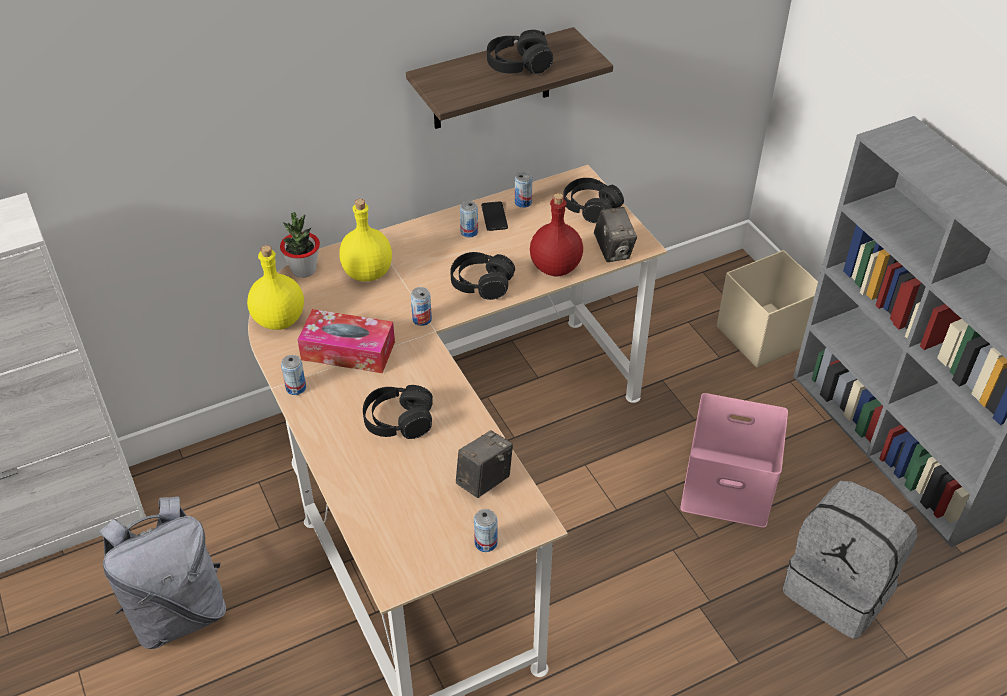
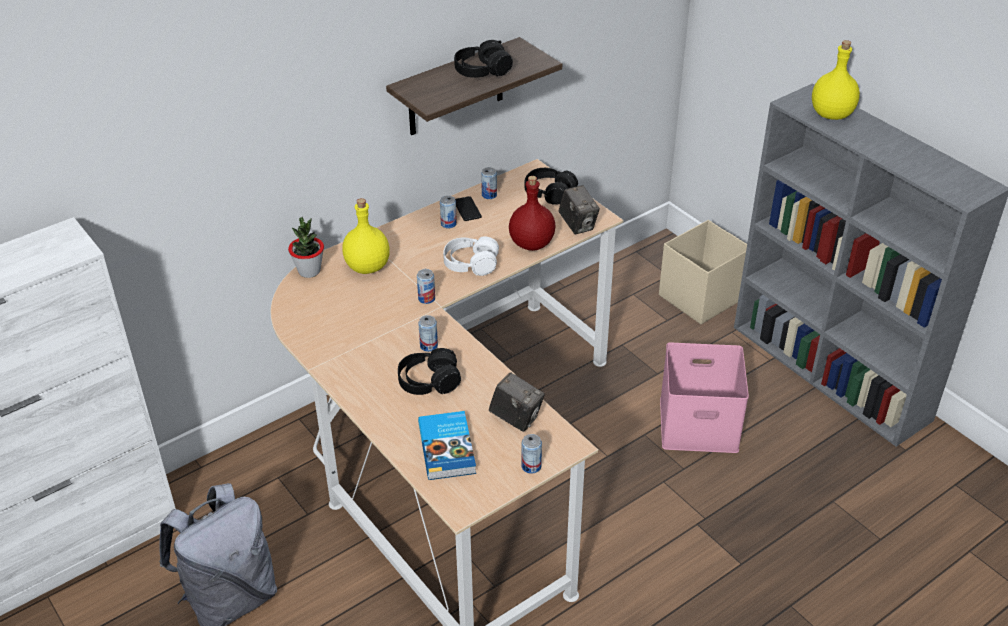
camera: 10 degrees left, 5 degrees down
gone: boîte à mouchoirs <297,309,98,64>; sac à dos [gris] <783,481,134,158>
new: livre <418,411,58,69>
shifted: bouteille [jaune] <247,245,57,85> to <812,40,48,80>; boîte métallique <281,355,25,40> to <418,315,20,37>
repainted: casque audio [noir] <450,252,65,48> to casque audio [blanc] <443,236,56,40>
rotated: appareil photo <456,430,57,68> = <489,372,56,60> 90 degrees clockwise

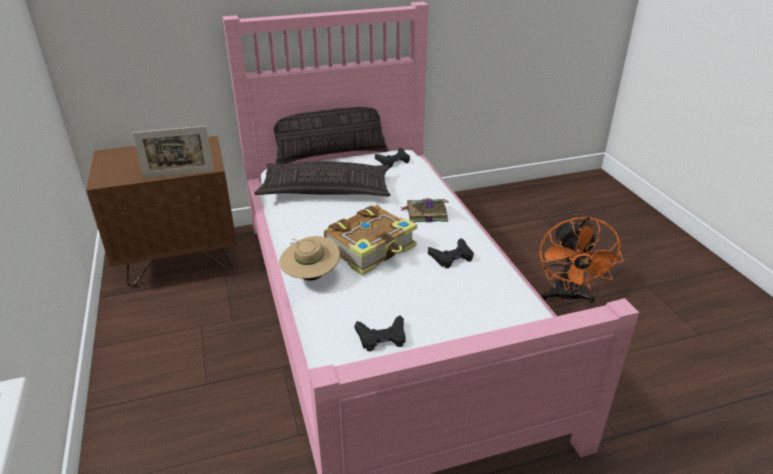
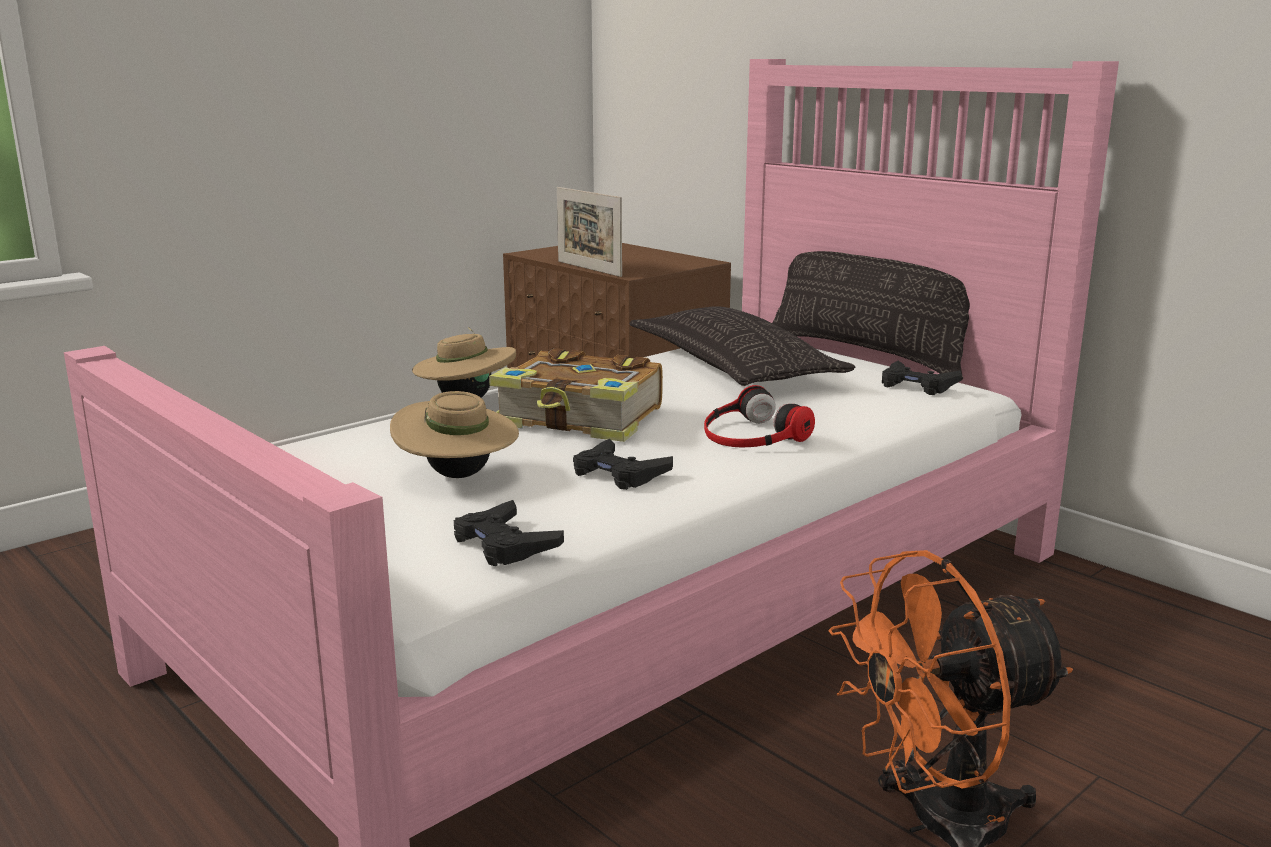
camera: 65 degrees right, 15 degrees down
new: chapeau [beige] <390,391,129,87>
shifted: manette [noir] <355,315,51,36> to <454,500,110,66>
swapped: livre <402,198,47,25> to casque audio <704,385,111,62>

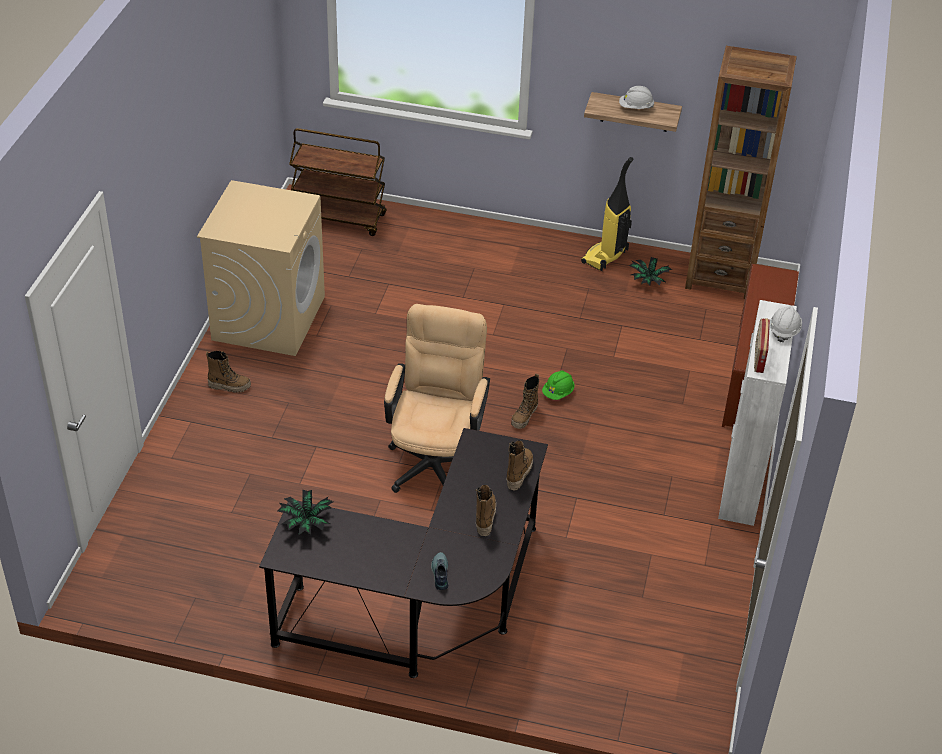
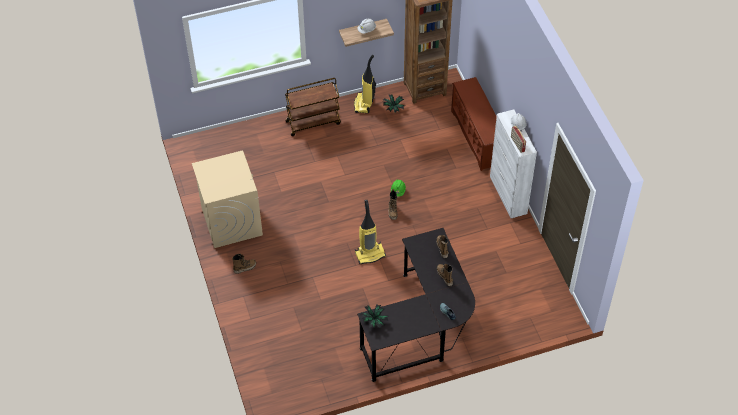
camera: 30 degrees left, 10 degrees up
shifted: chariot [marron] <289,128,98,108> to <285,78,56,58>
swapped: chaise de bureau [beige] <384,304,106,189> to aspirateur <355,200,31,64>

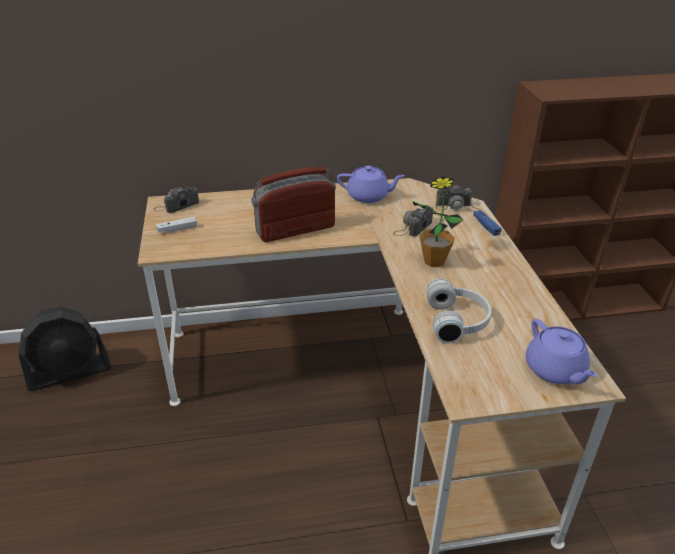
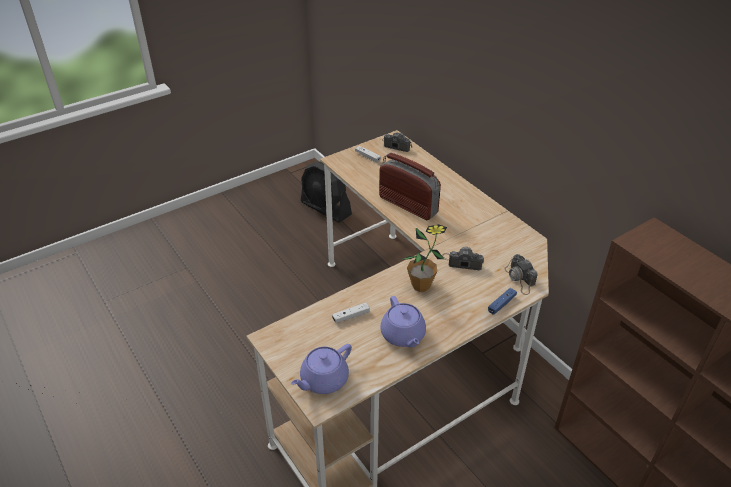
camera: 65 degrees right, 5 degrees up
shifted: théière [violet] <337,166,68,37> to <380,296,46,52>
swapped: casque audio [blanc] <427,279,64,64> to manette [blanc] <332,303,38,20>

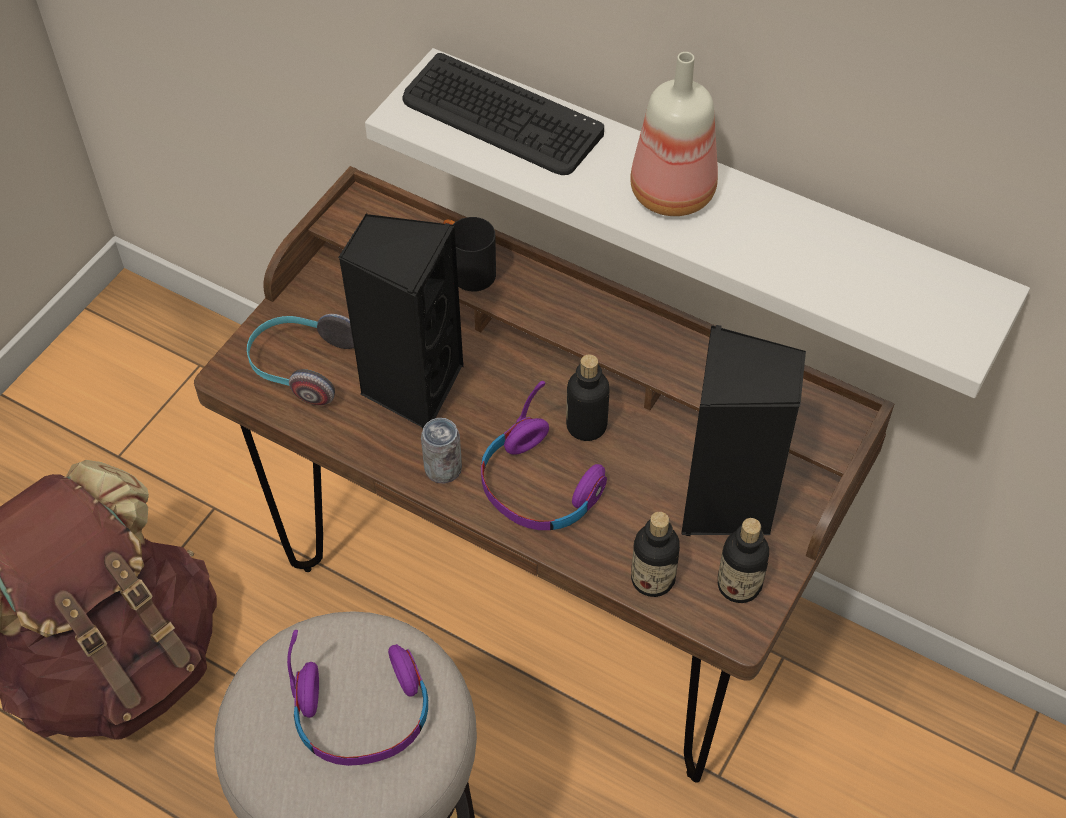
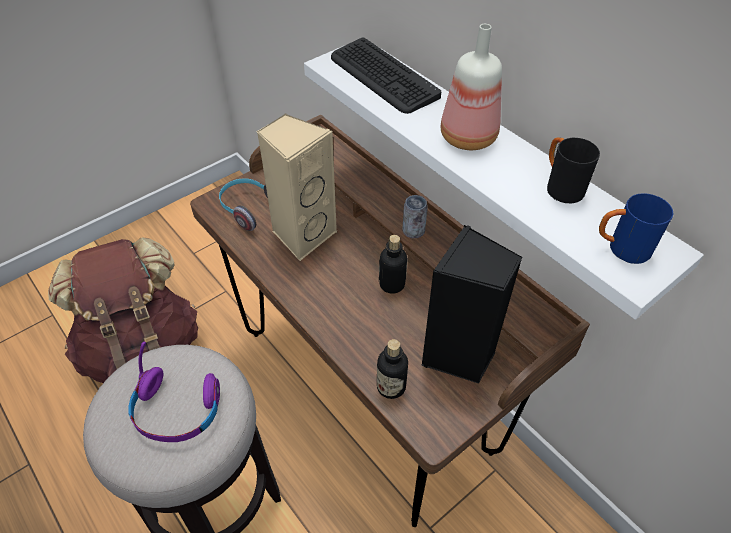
camera: 20 degrees right, 5 degrees down
gone: casque audio [violet] <481,381,126,149>; bouteille <718,518,51,85>
new: mug [bleu] <599,193,74,71>
shifted: mug [noir] <443,217,53,74> to <547,137,53,66>; boîte métallique <421,418,41,66> to <402,195,26,43>
repainted: enceinte [noir] <338,213,126,215> to enceinte [beige] <256,113,81,148>

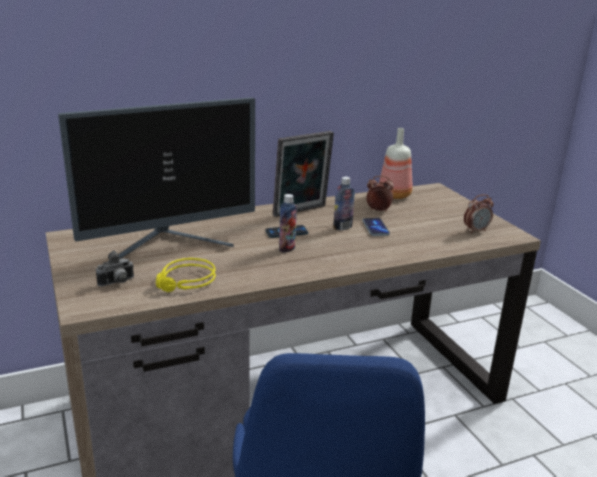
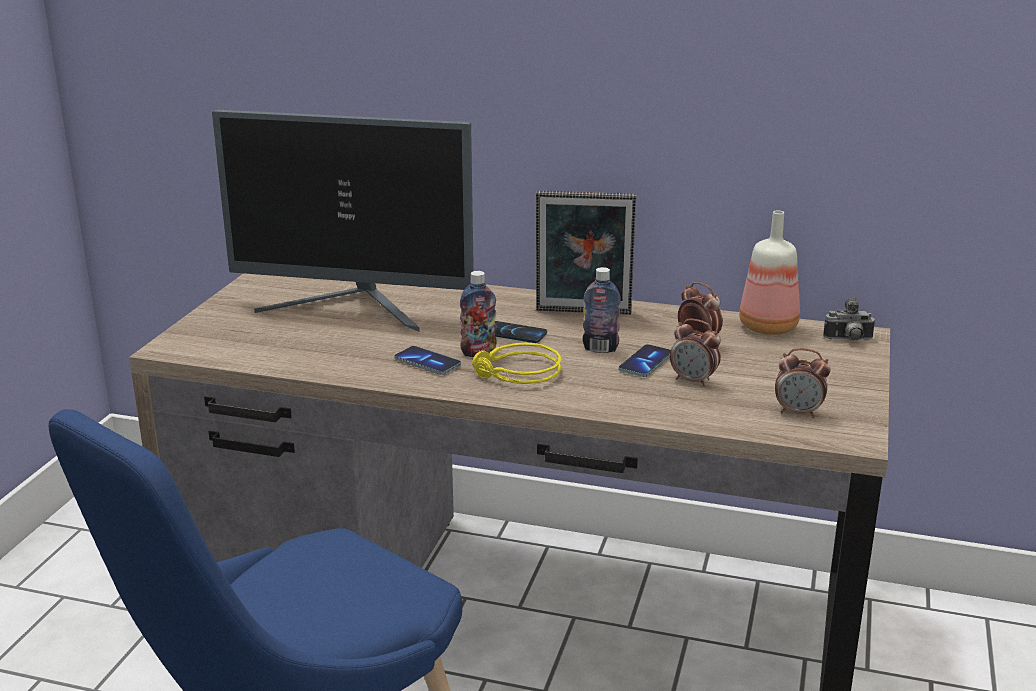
camera: 40 degrees right, 0 degrees up
new: réveil <670,319,51,68>; téléphone <394,346,67,29>
shifted: appareil photo <96,251,38,35> to <823,297,53,44>; casque audio [jaune] <156,258,60,34> to <472,342,89,42>

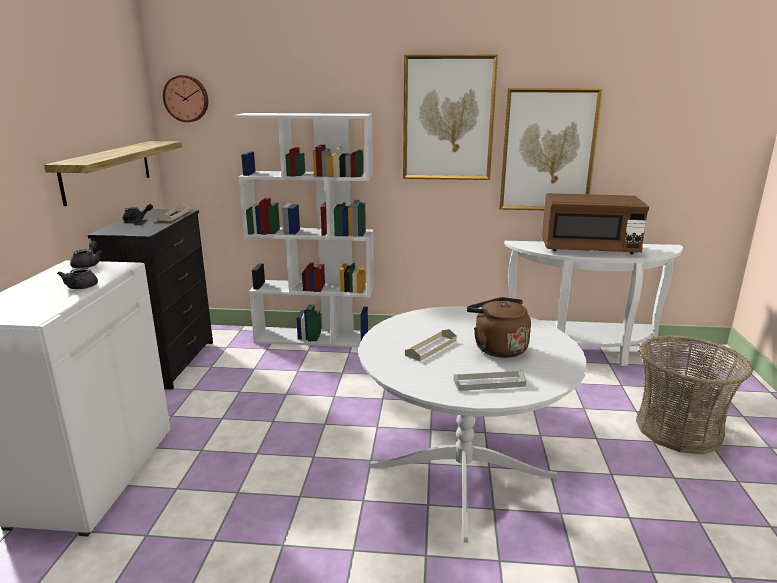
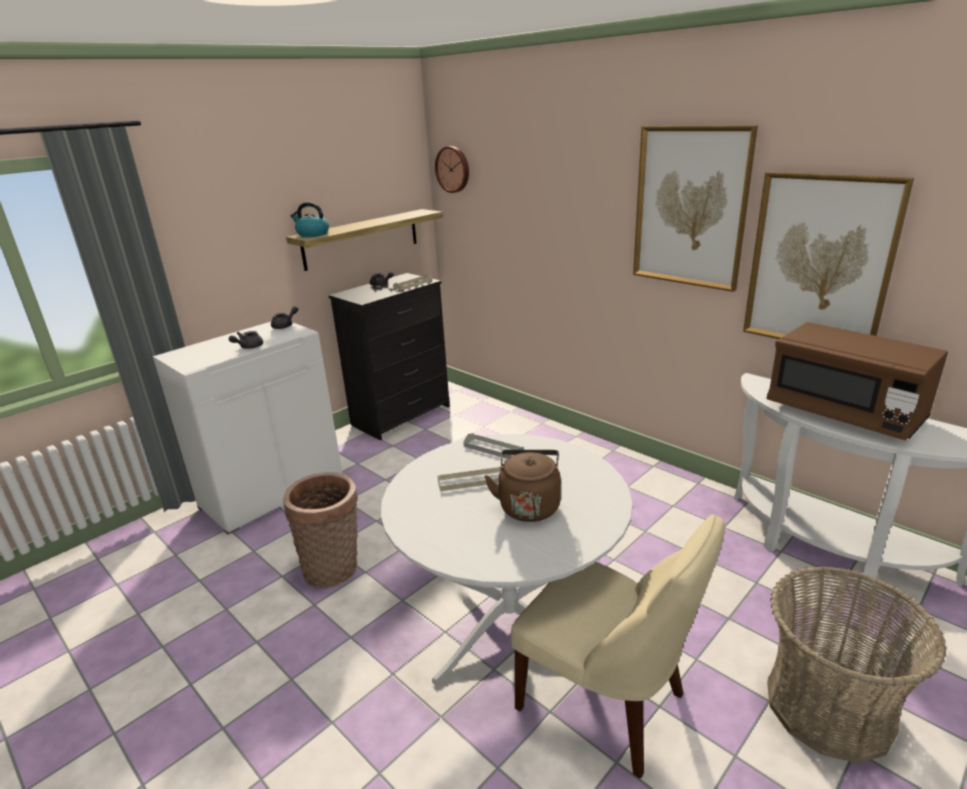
camera: 40 degrees right, 5 degrees up
gone: bibliothèque [blanc] <233,113,141,234>
new: bouilloire <291,202,38,35>; panier <283,472,75,116>; chaise [beige] <511,514,214,265>
shifted: plateau [gris] <454,370,72,21> to <463,433,61,26>

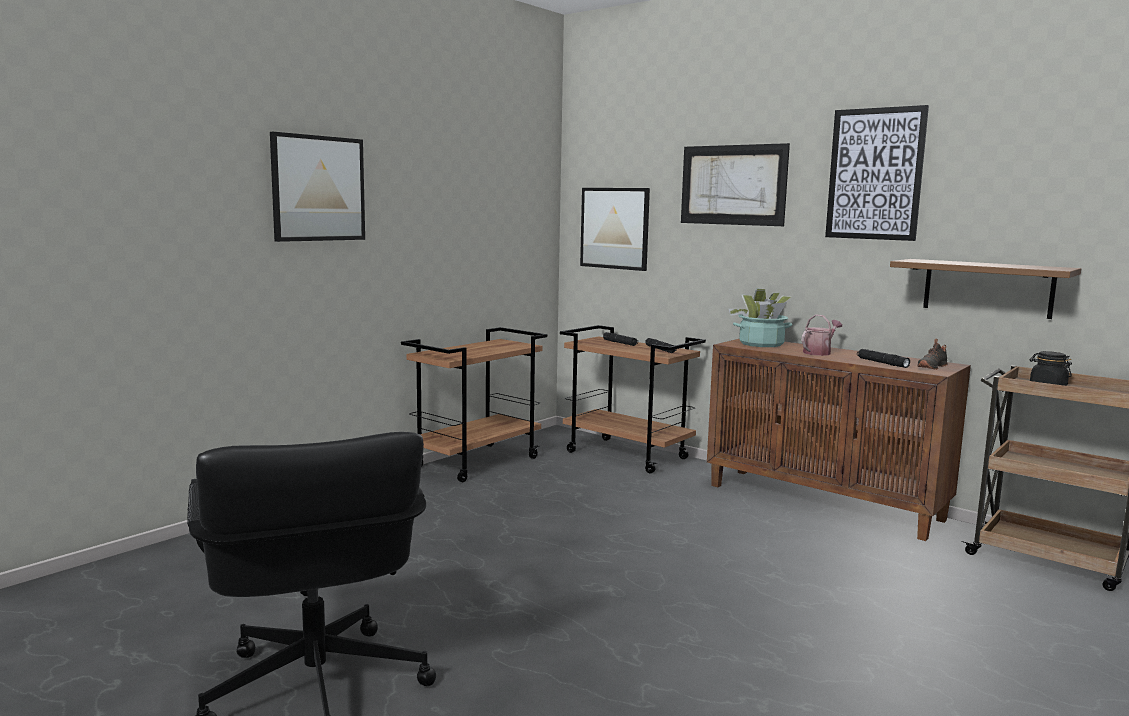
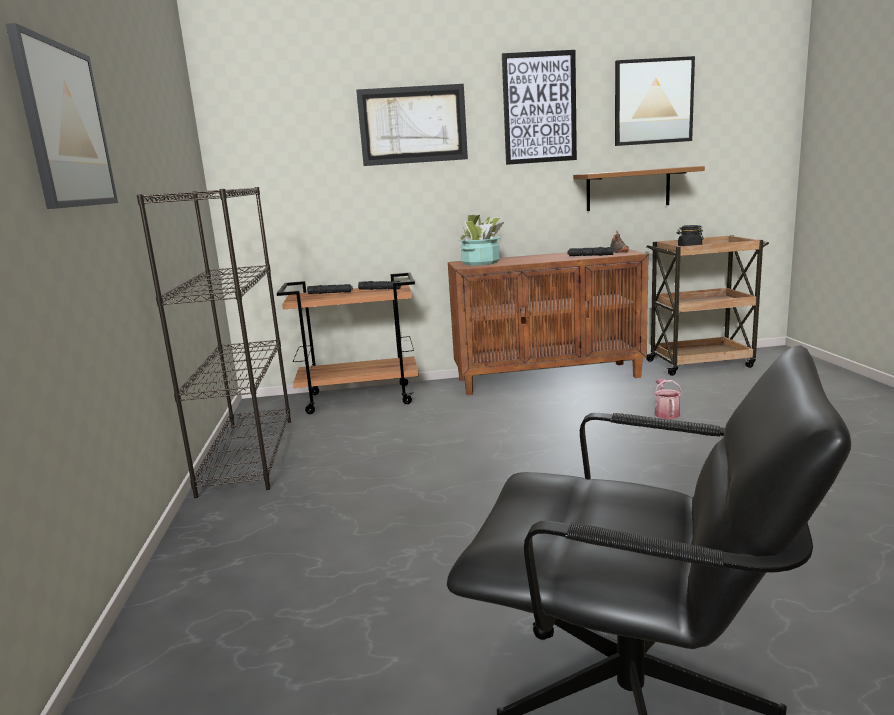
camera: 45 degrees left, 5 degrees up
shifted: tableau <580,188,70,83> to <615,56,80,90>; arrosoir <802,314,40,42> to <654,379,28,40>
swapped: chariot [marron] <401,327,146,155> to bibliothèque [noir] <137,187,154,311>

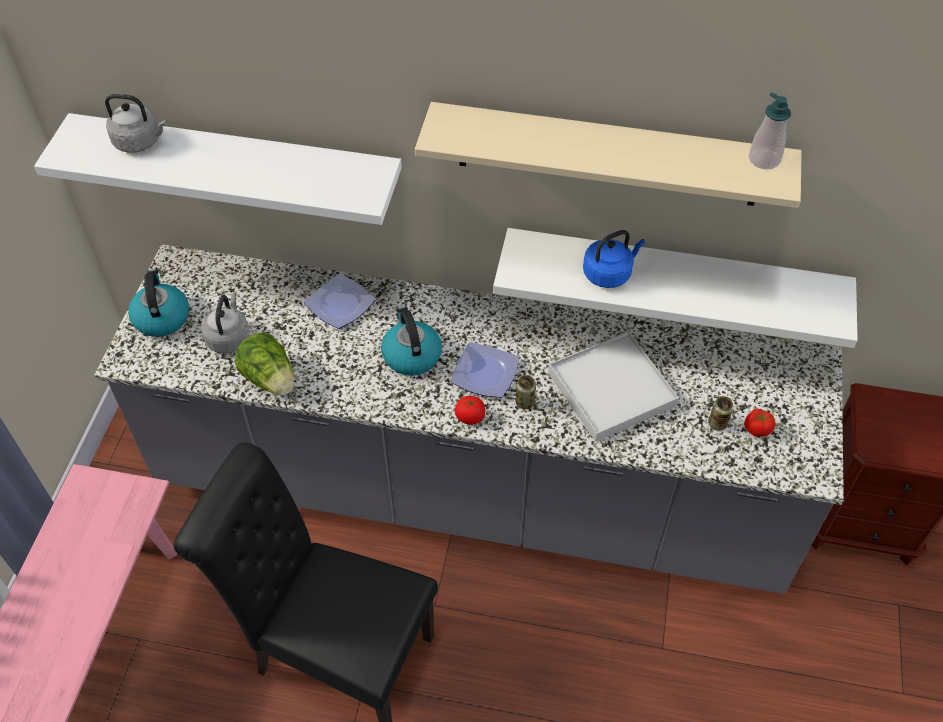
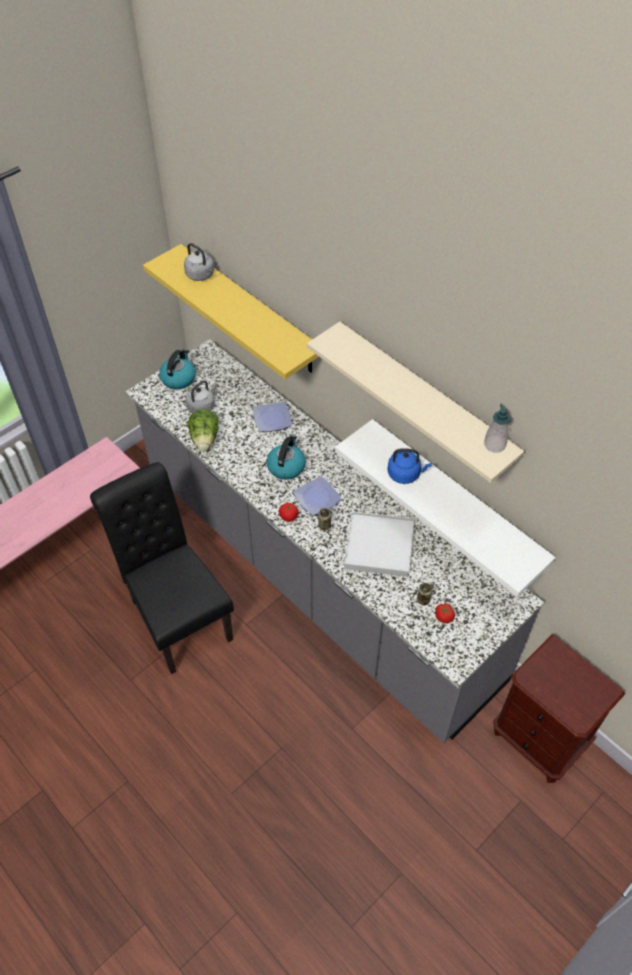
camera: 35 degrees right, 0 degrees up
repainted: étagère [blanc] <34,113,368,112> to étagère [jaune] <143,244,176,136>

